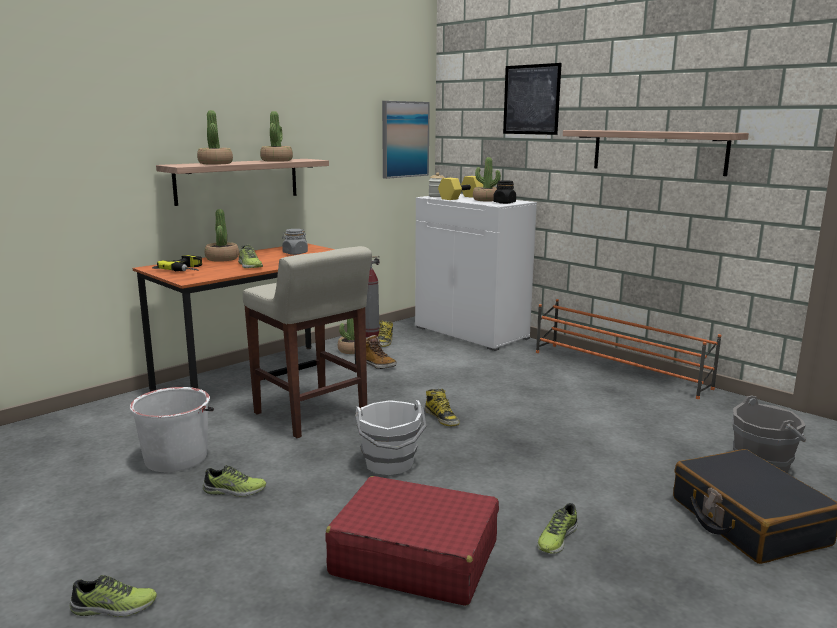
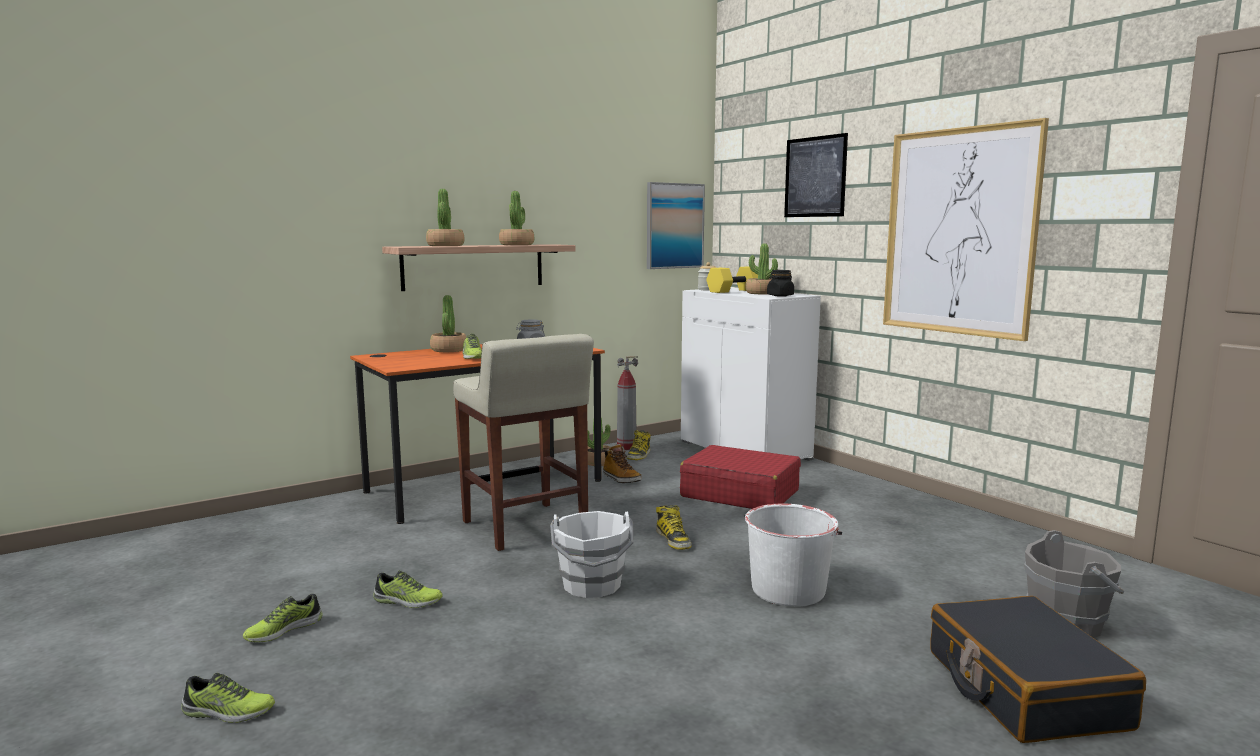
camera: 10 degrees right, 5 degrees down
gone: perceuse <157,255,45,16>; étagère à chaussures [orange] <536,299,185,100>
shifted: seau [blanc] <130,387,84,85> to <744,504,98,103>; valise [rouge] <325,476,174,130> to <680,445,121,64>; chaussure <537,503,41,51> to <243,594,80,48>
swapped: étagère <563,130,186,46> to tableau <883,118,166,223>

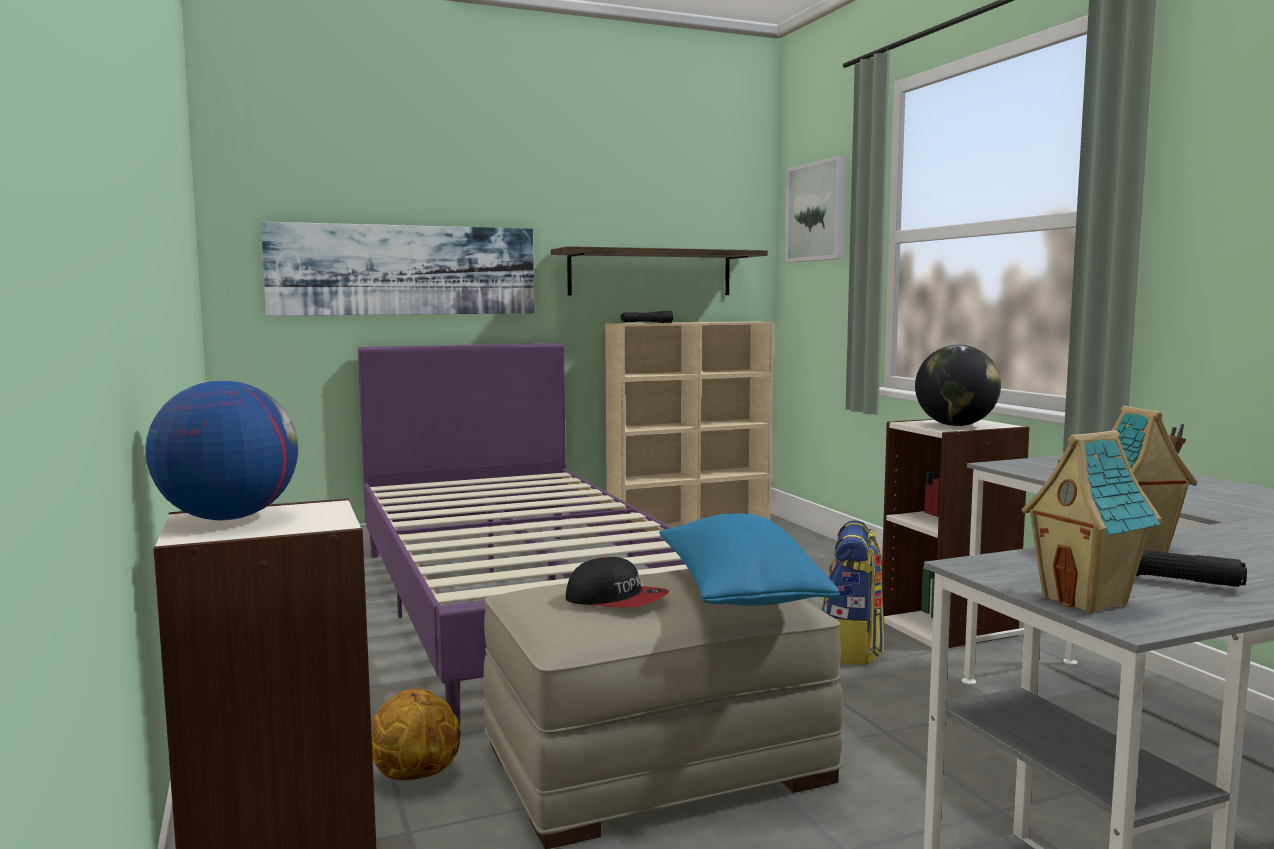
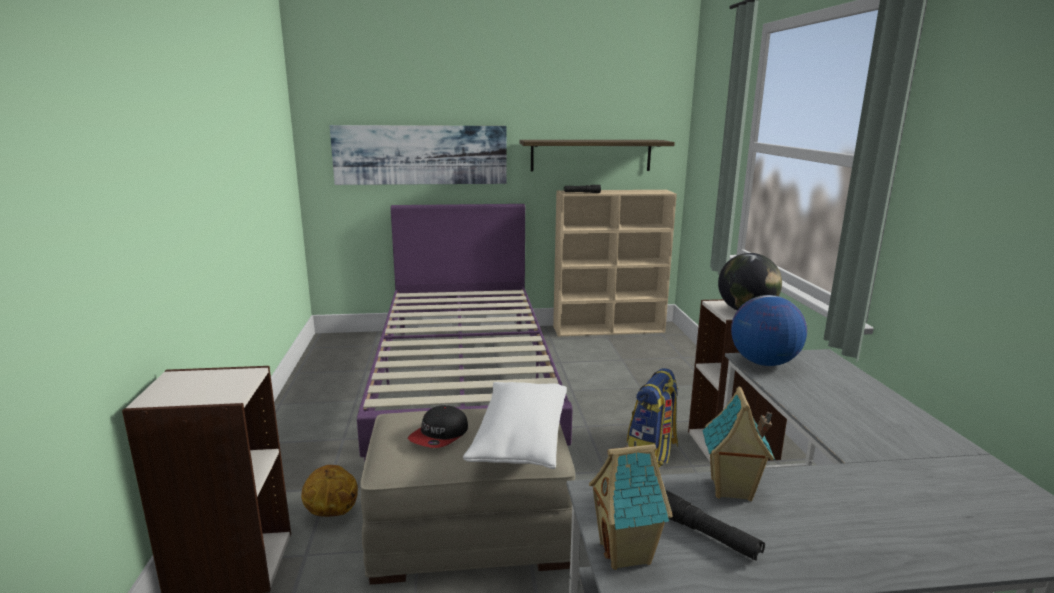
camera: 15 degrees right, 10 degrees up
gone: tableau <785,155,61,107>
shifted: globe <146,380,152,140> to <731,295,76,71>
repainted: coussin [bleu] <659,513,181,93> to coussin [blanc] <463,382,104,87>
rotated: casquette <566,557,103,51> = <408,405,60,43> 75 degrees clockwise

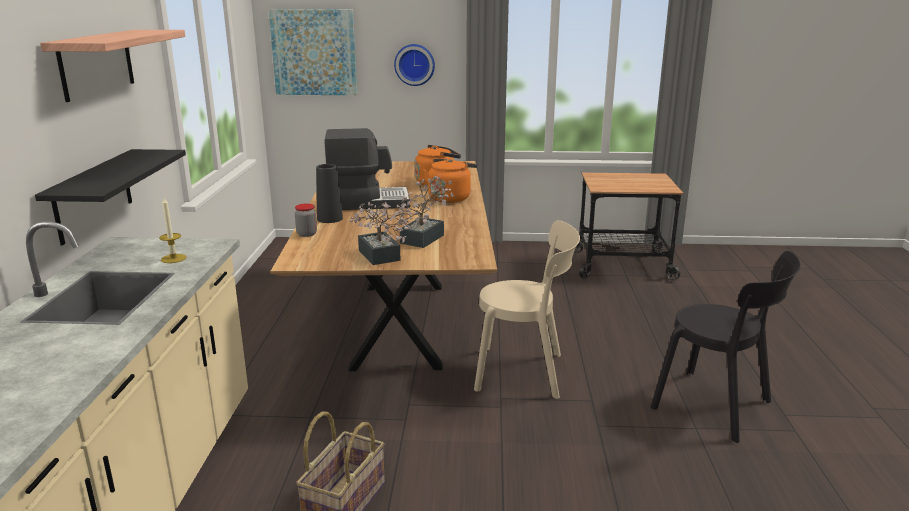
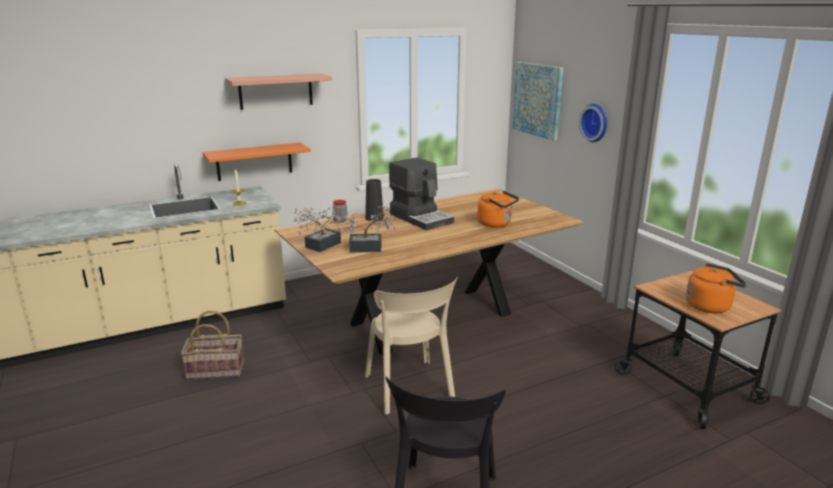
camera: 60 degrees right, 0 degrees up
shifted: bouilloire [orange] <423,158,55,45> to <686,263,61,50>
repainted: étagère [noir] <35,149,151,96> to étagère [orange] <203,142,108,39>

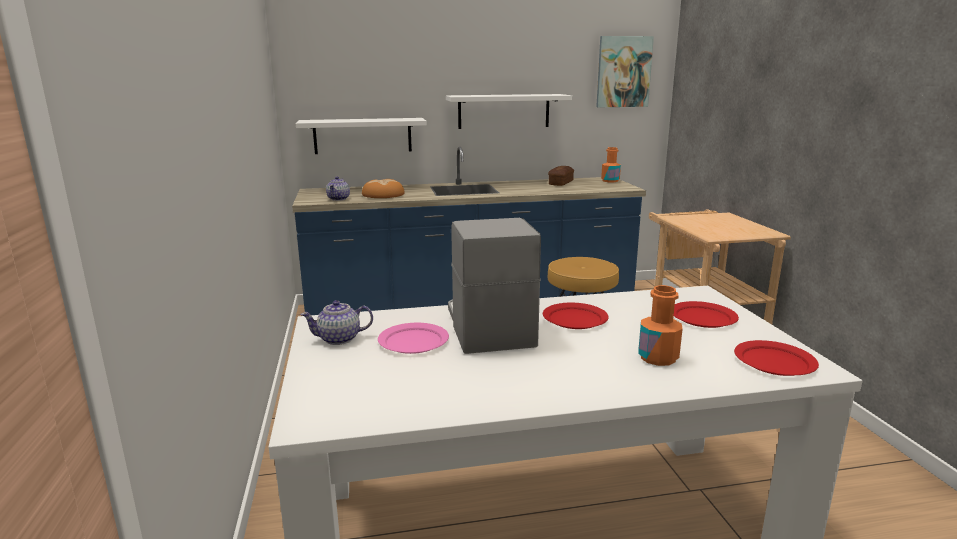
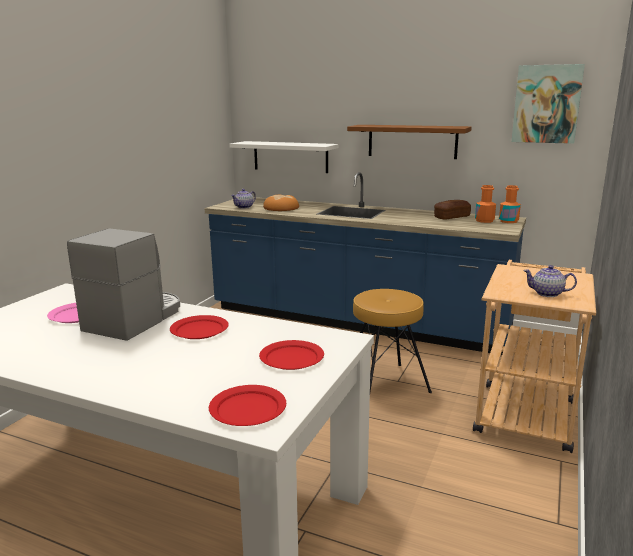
camera: 35 degrees right, 0 degrees up
shifted: bouteille [orange] <639,285,44,81> to <475,185,21,38>; théière <300,300,73,45> to <523,265,54,32>
repainted: étagère [blanc] <446,94,126,35> to étagère [marron] <347,125,125,34>

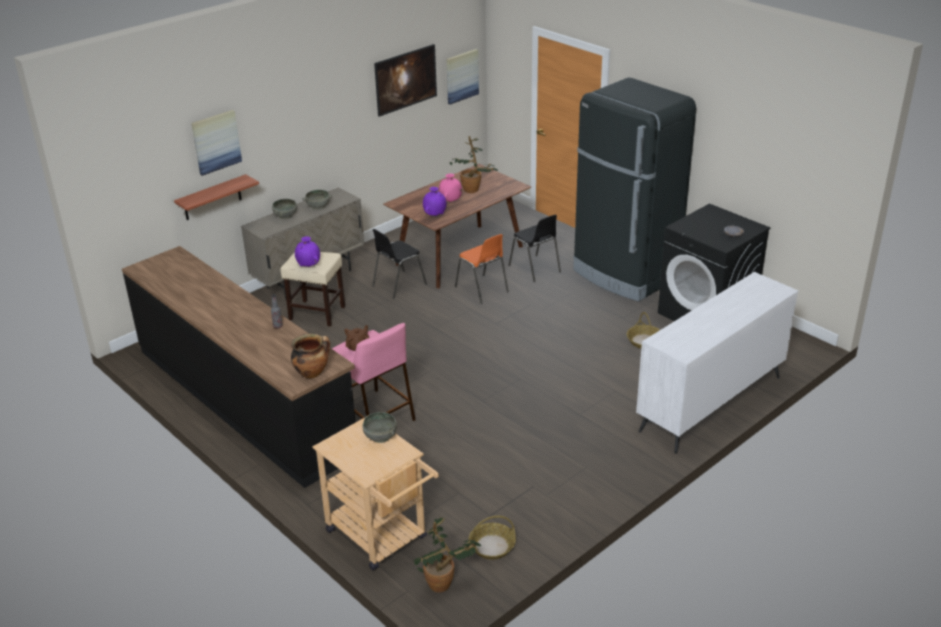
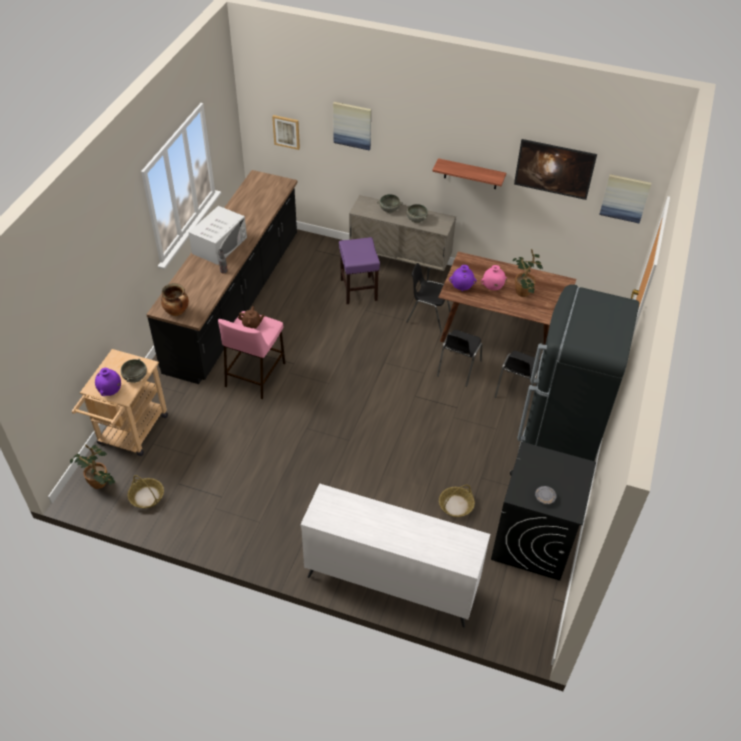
camera: 60 degrees right, 15 degrees up
new: tableau <272,115,28,35>; micro-ondes [blanc] <188,206,59,59>
shifted: étagère <174,174,85,46> to <432,158,74,31>; vase [violet] <295,236,25,31> to <95,368,26,28>
repainted: chaise [orange] <455,234,54,70> to chaise [noir] <437,330,45,57>; tabouret [beige] <280,252,65,75> to tabouret [violet] <339,237,41,67>

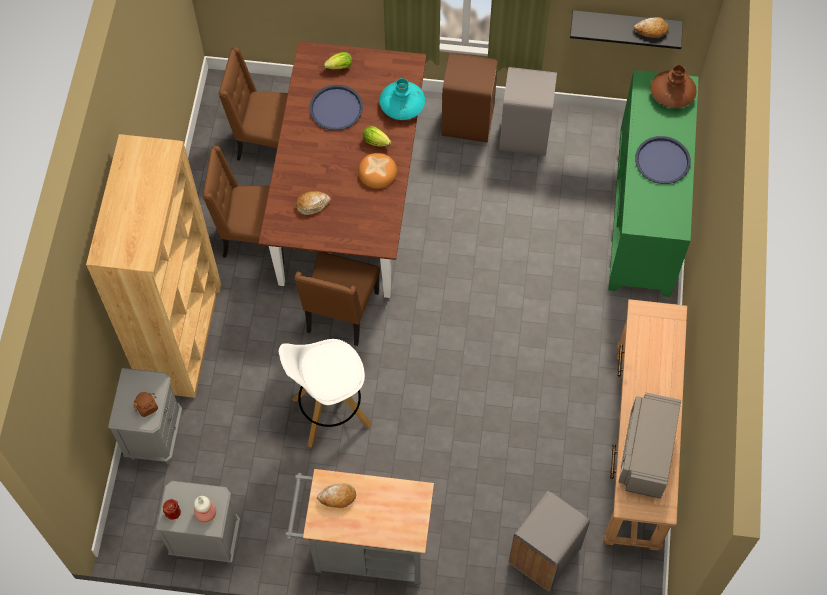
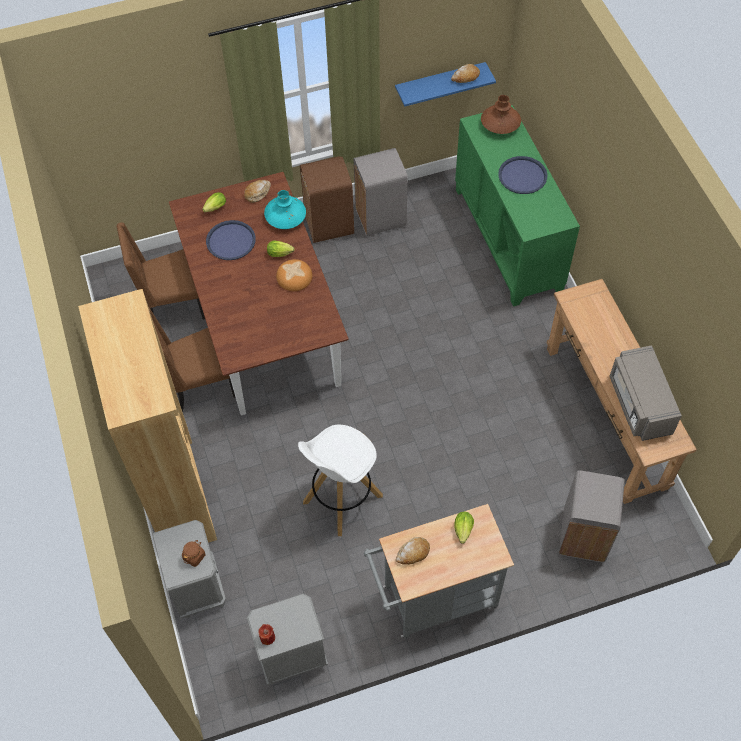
camera: 25 degrees left, 5 degrees down
gone: chaise [marron] <294,252,86,94>; bouteille <194,496,22,26>
new: laitue <454,512,20,32>
shifted: pain <296,191,35,24> to <244,180,27,23>
repainted: étagère [noir] <570,10,113,39> to étagère [bleu] <395,62,101,44>

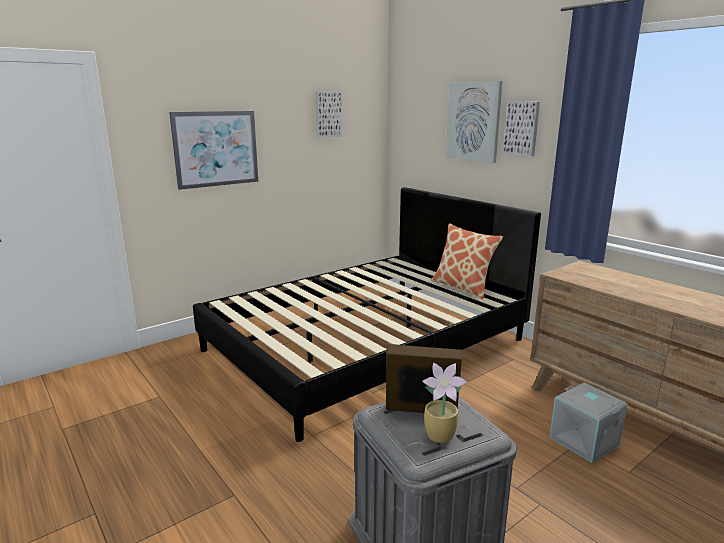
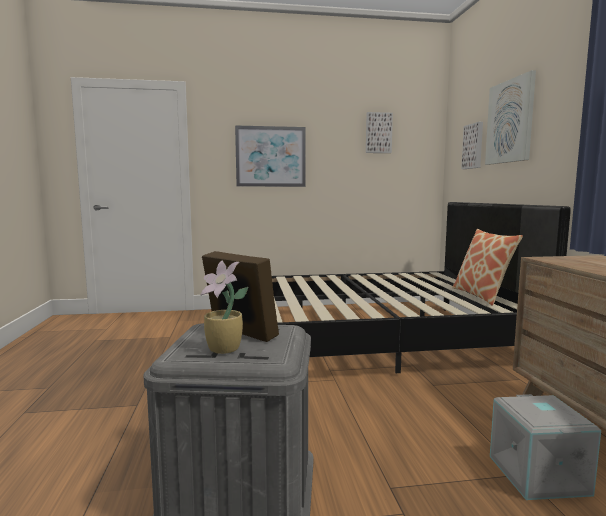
camera: 30 degrees right, 10 degrees down
shifted: tableau <503,102,37,54> to <461,122,22,47>

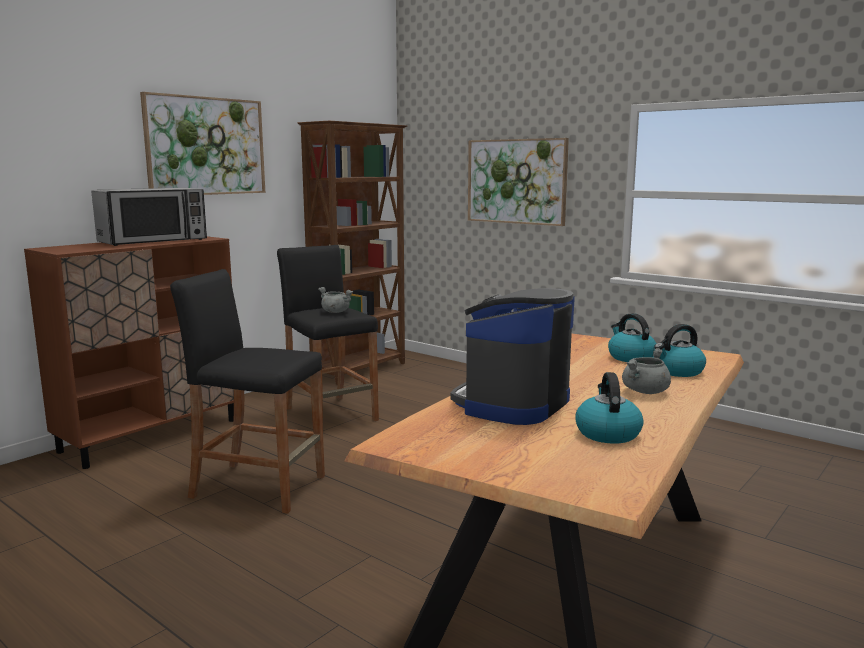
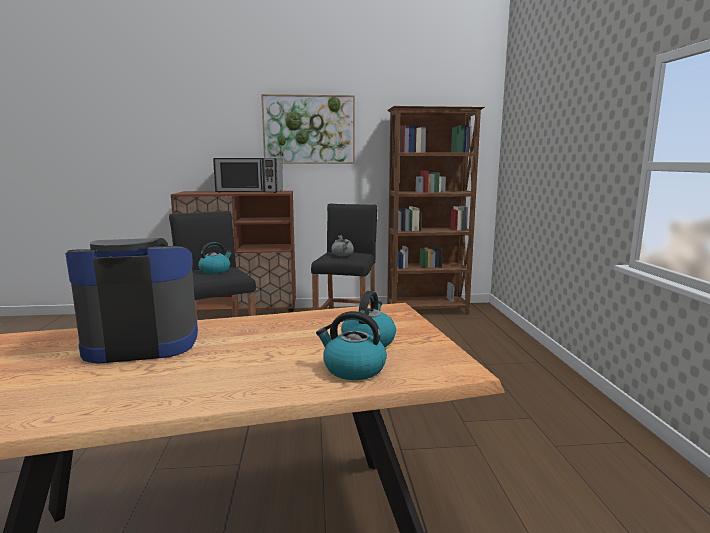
camera: 45 degrees right, 0 degrees up
gone: tableau <468,138,101,88>; marmite [gris] <622,348,49,46>
shifted: bouilloire <576,372,68,72> to <198,242,34,32>

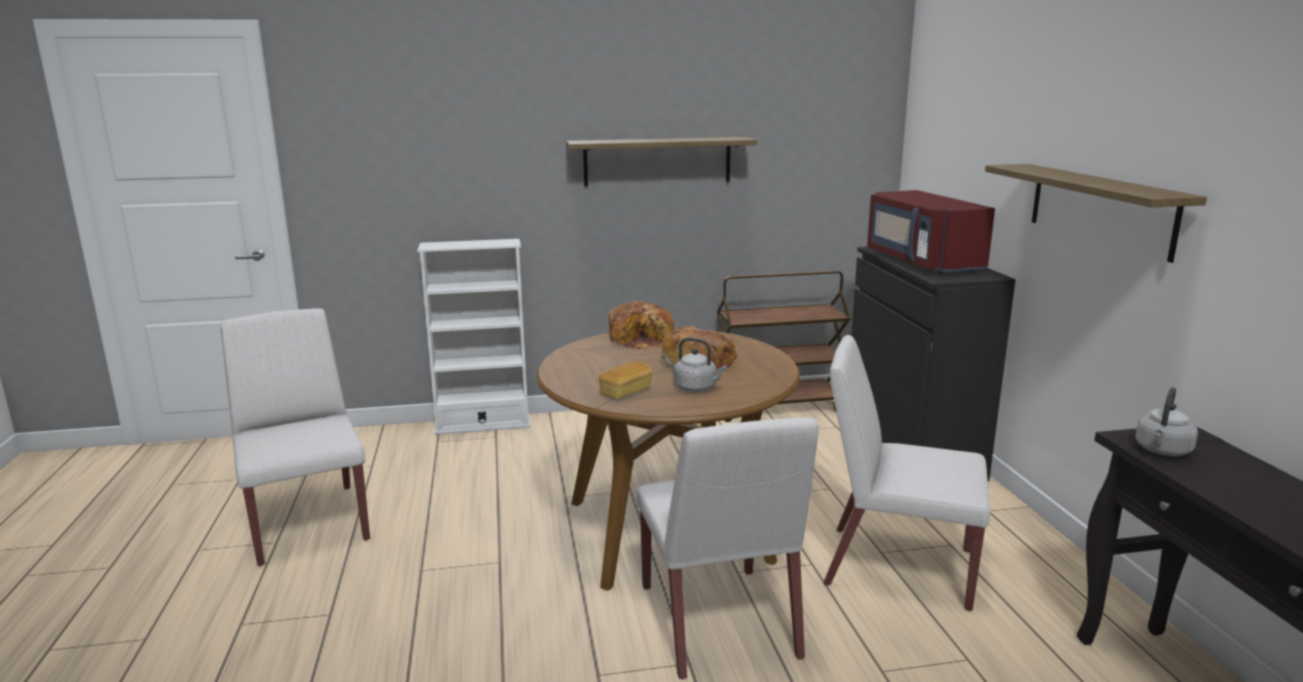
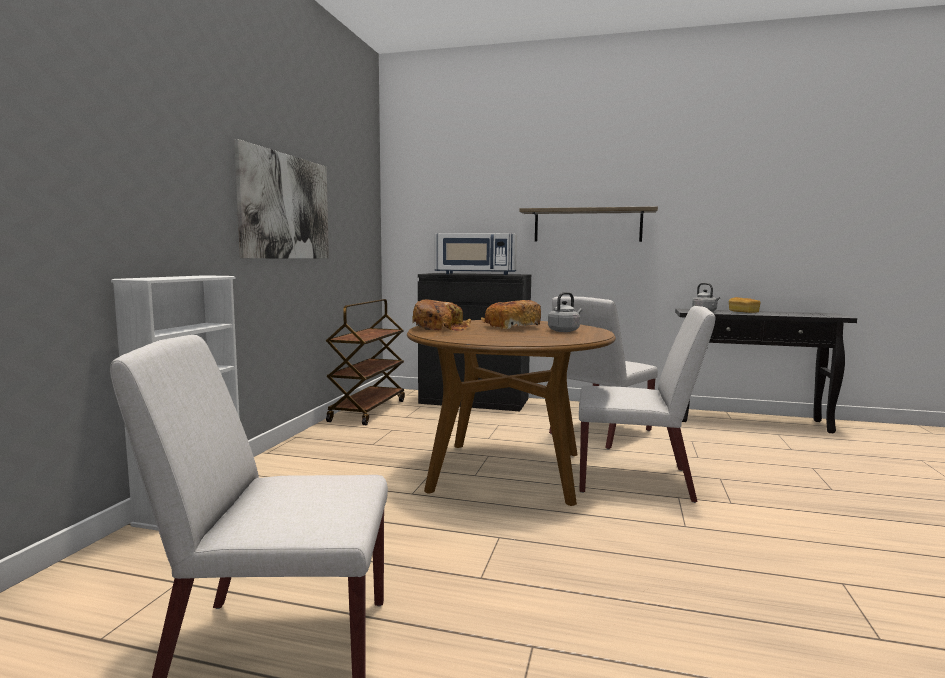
camera: 65 degrees left, 10 degrees down
shifted: pain <599,361,53,39> to <729,297,31,16>
swapped: étagère <566,137,191,49> to tableau <234,139,95,120>
repainted: micro-ondes [rouge] <867,190,128,84> to micro-ondes [blanc] <434,233,83,42>

